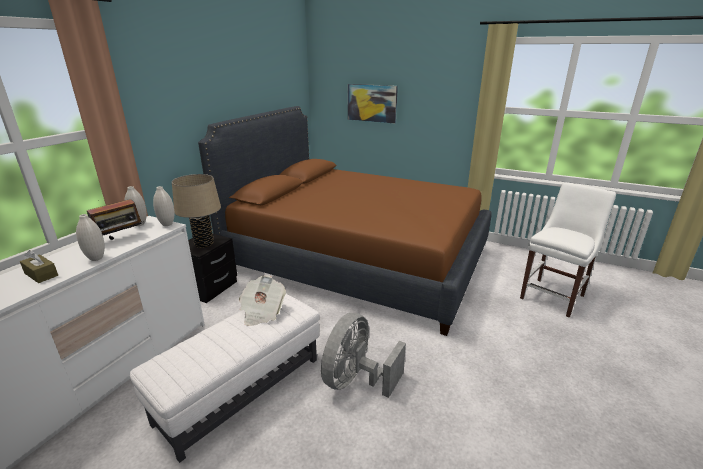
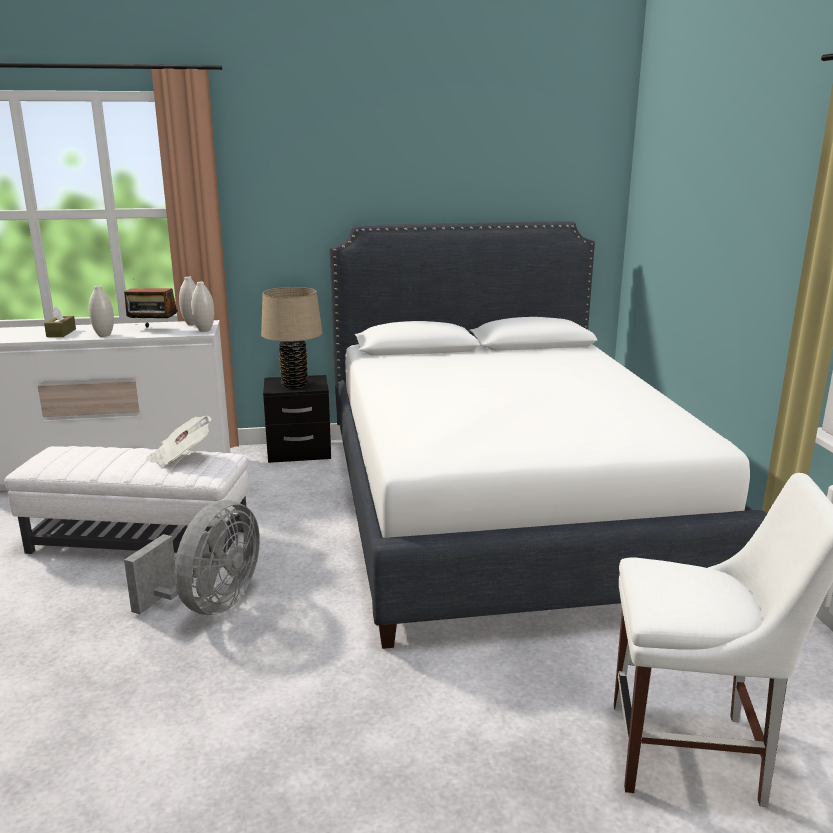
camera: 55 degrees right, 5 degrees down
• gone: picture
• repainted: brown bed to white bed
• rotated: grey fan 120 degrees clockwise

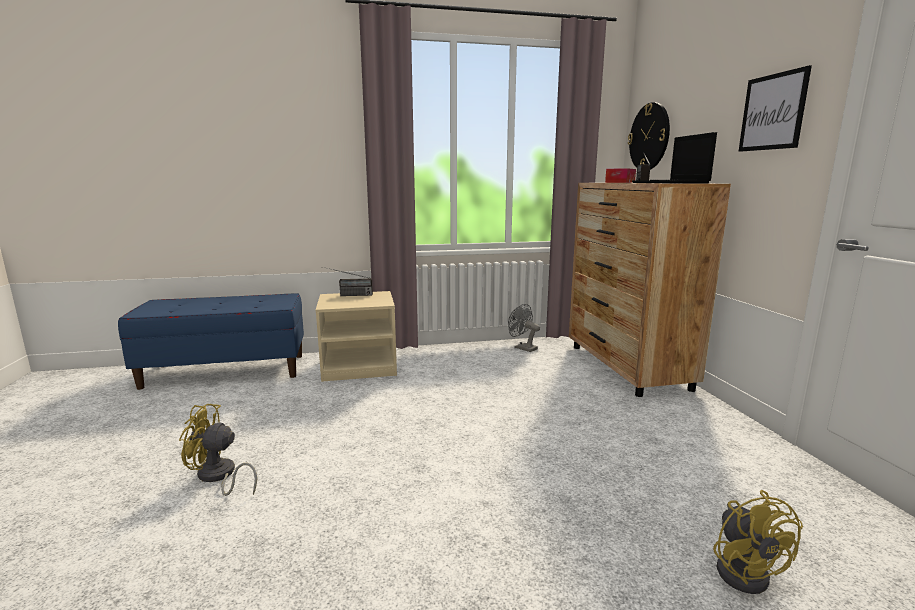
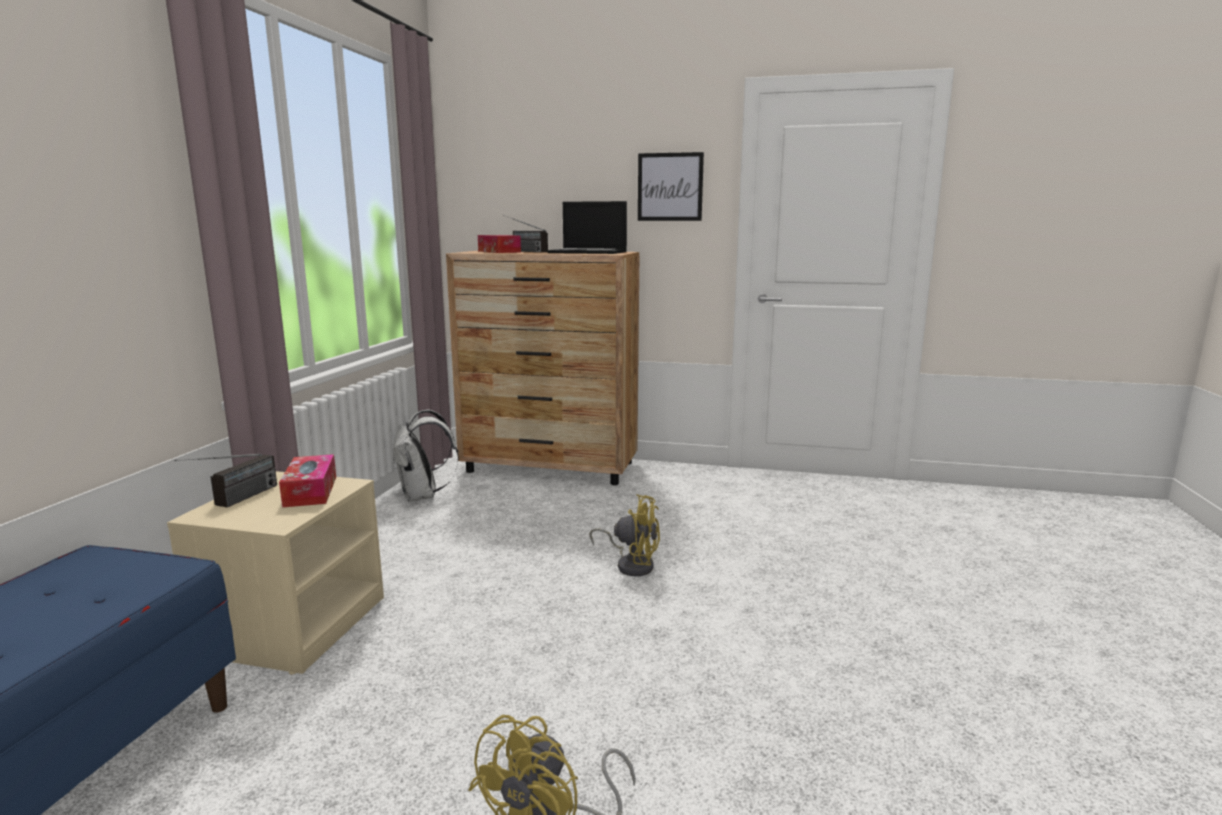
camera: 65 degrees left, 0 degrees up
• gone: wall clock
• new: tissue box (no. 1 from left)
• shifted: yellow fan (no. 2 from left)
• swapped: grey fan to white backpack

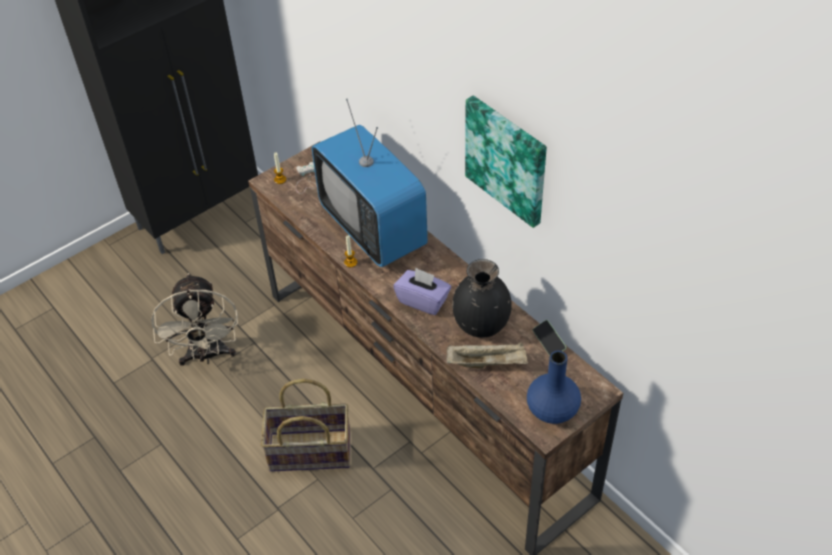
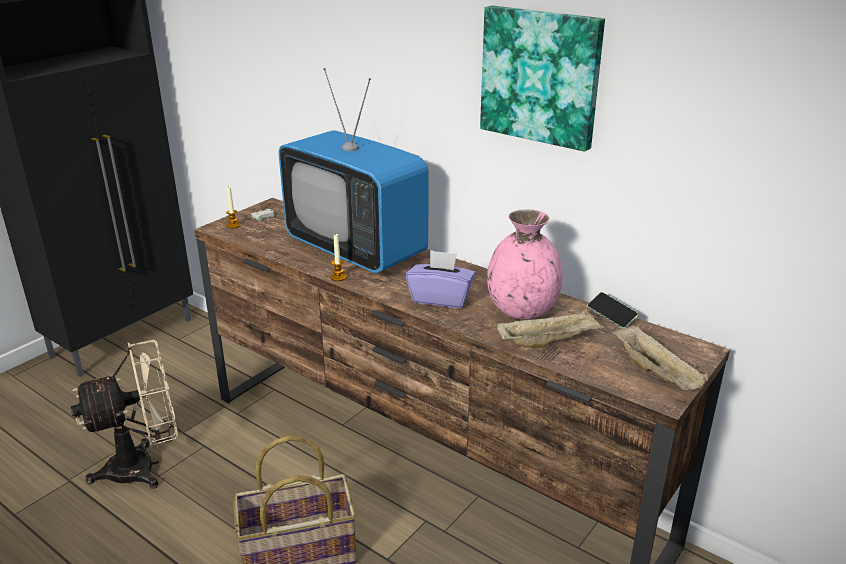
camera: 15 degrees left, 20 degrees down
• swapped: blue vase to beige tray (no. 2 from left)
• repainted: black vase to pink vase
• rotated: beige fan 90 degrees counterclockwise

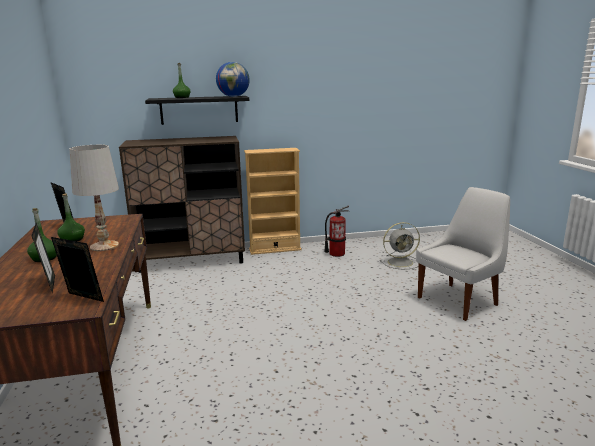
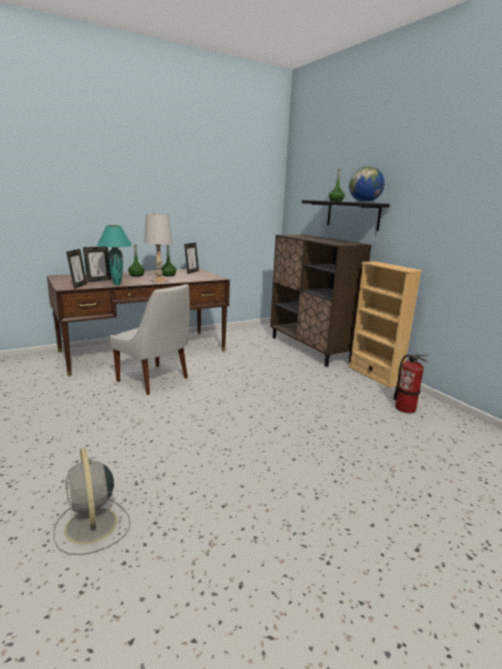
camera: 70 degrees right, 0 degrees up
• new: turquoise table lamp
• shifted: grey fan
• shifted: white chair

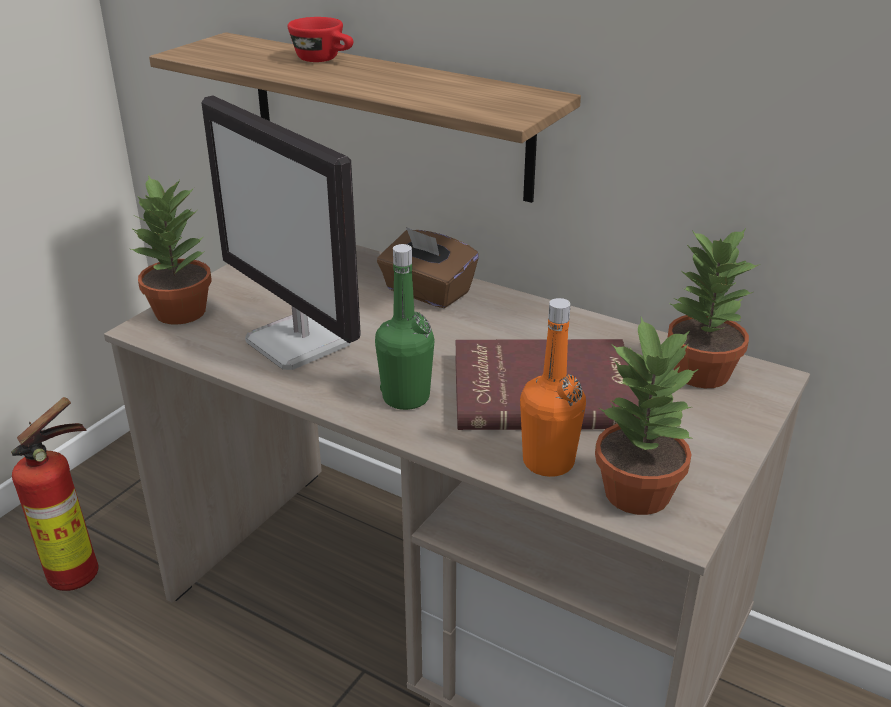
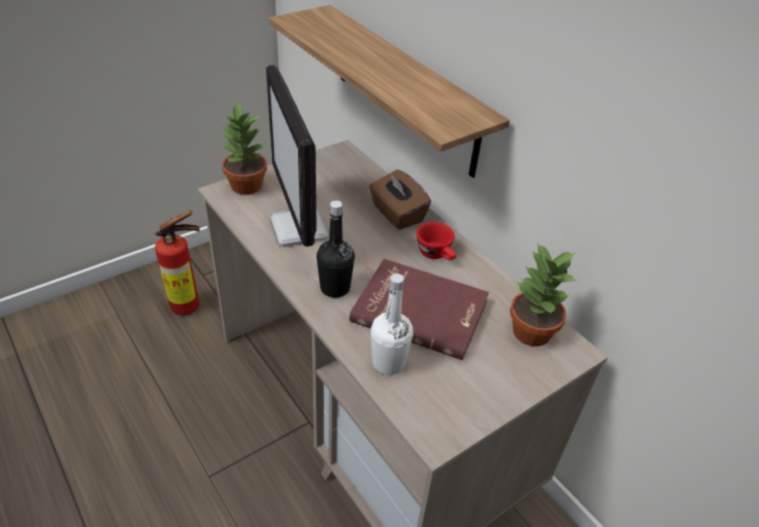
camera: 20 degrees right, 10 degrees up
• gone: potted plant (no. 2 from left)
• shifted: red cup
• repainted: green bottle to black bottle
• repainted: orange bottle to white bottle

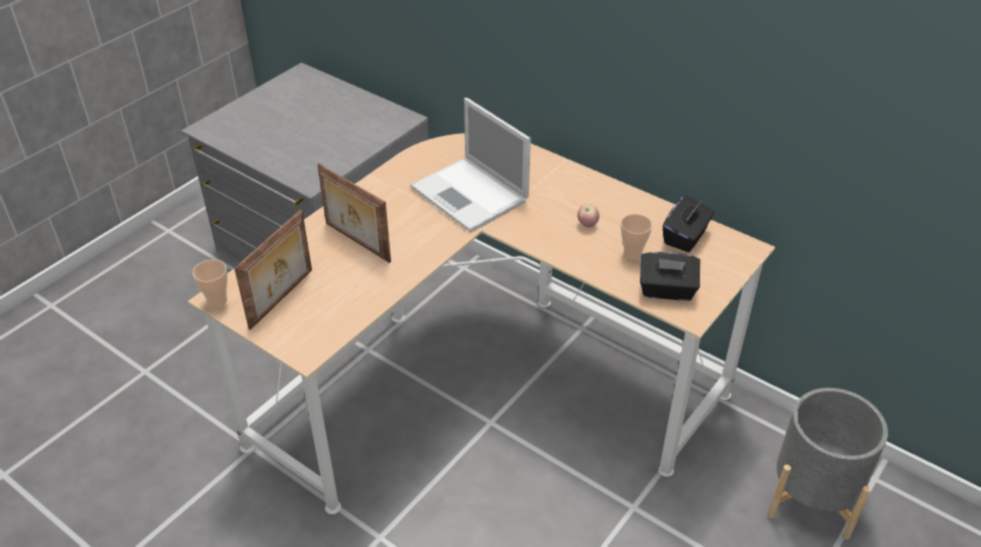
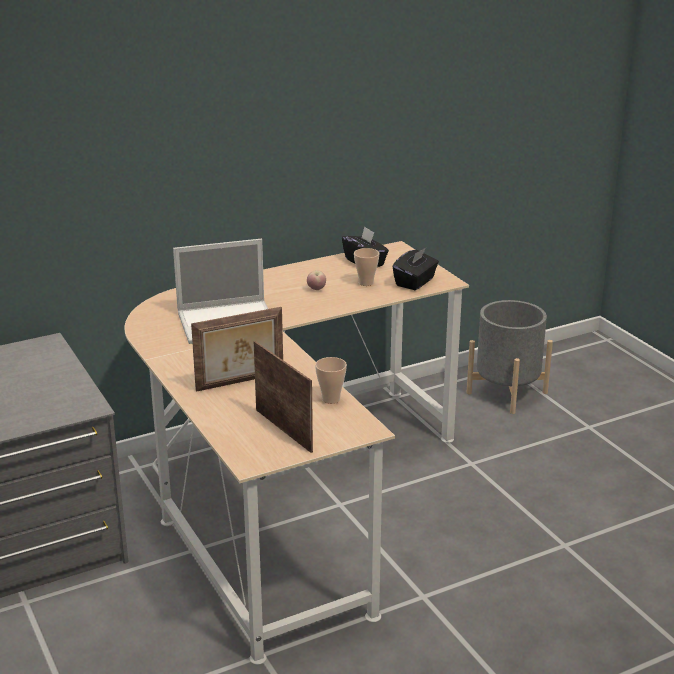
camera: 65 degrees left, 15 degrees down
• shifted: cup (no. 1 from left)

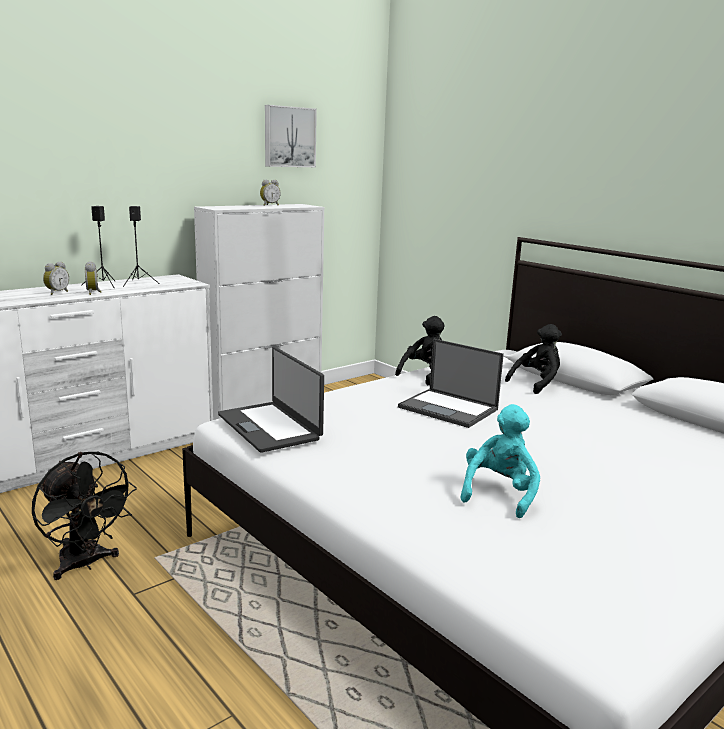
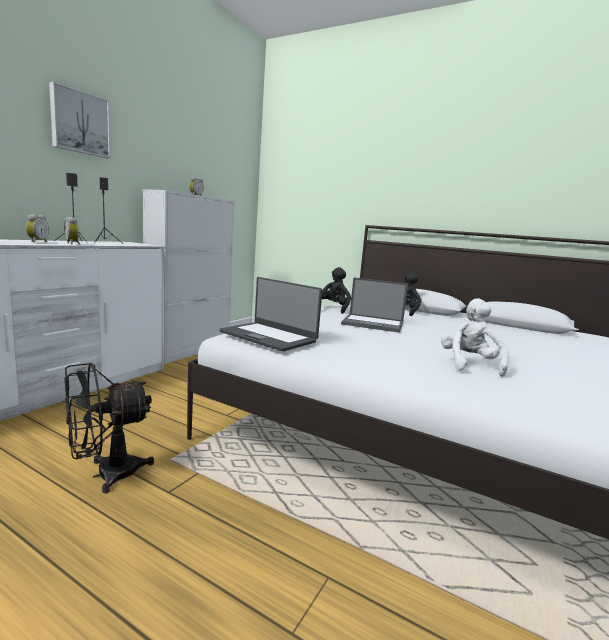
camera: 20 degrees left, 5 degrees down
• shifted: picture
• repainted: turquoise plush toy to white plush toy
• rotated: black fan 120 degrees clockwise

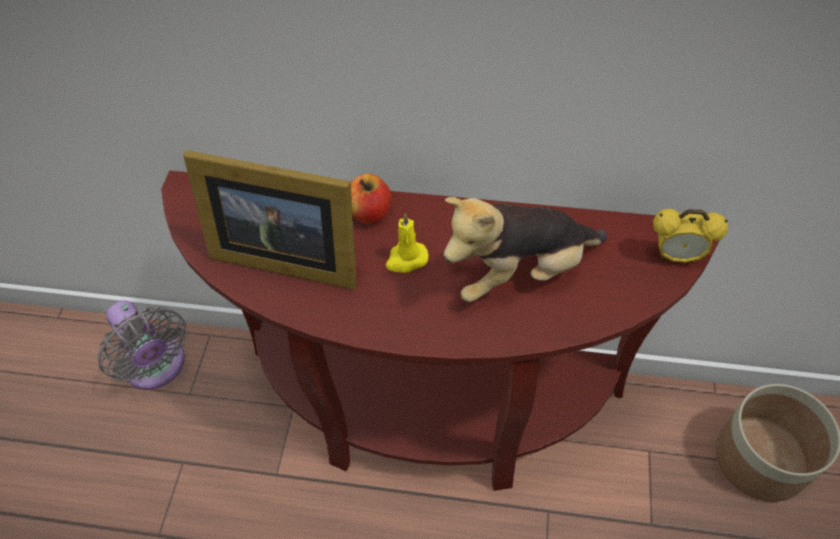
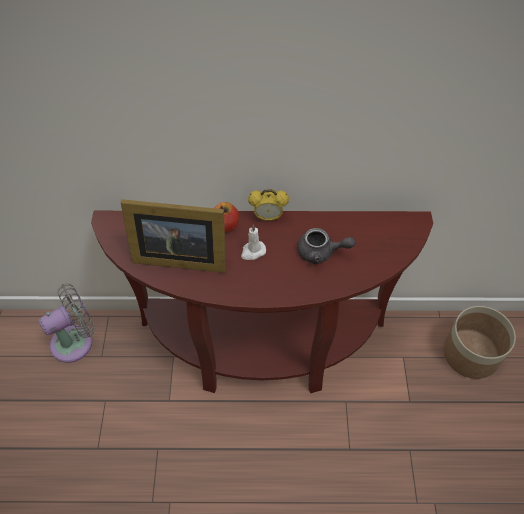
camera: 10 degrees left, 0 degrees up
• shifted: alarm clock
• swapped: plush toy to grey teapot
• repainted: yellow candle to white candle
• rotated: grey fan 75 degrees counterclockwise

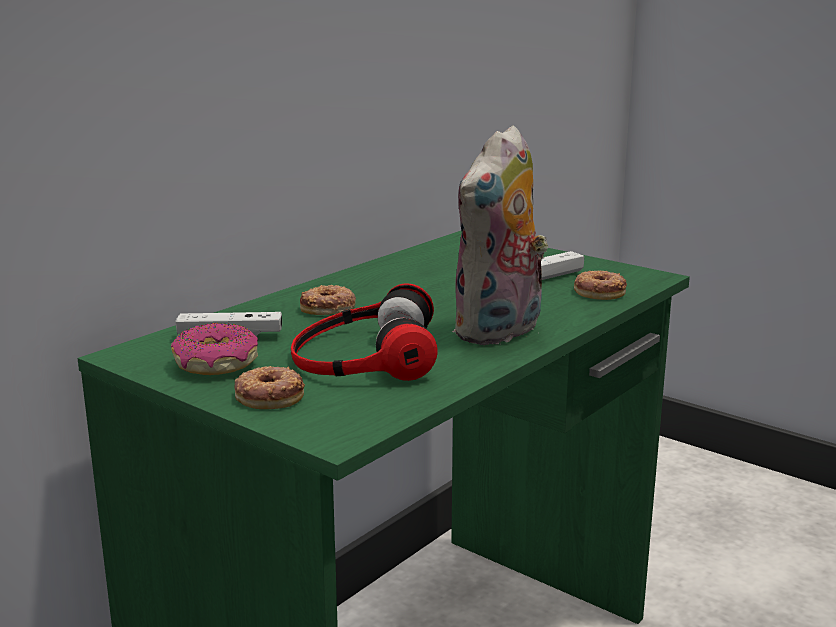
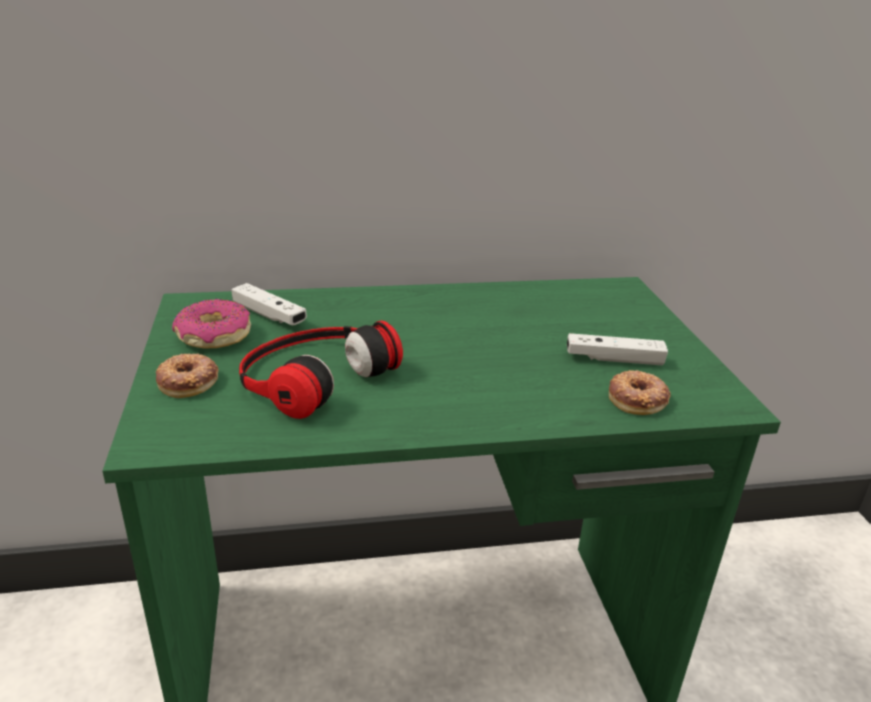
camera: 40 degrees right, 10 degrees up
• gone: donut (no. 3 from left)
• gone: plush toy

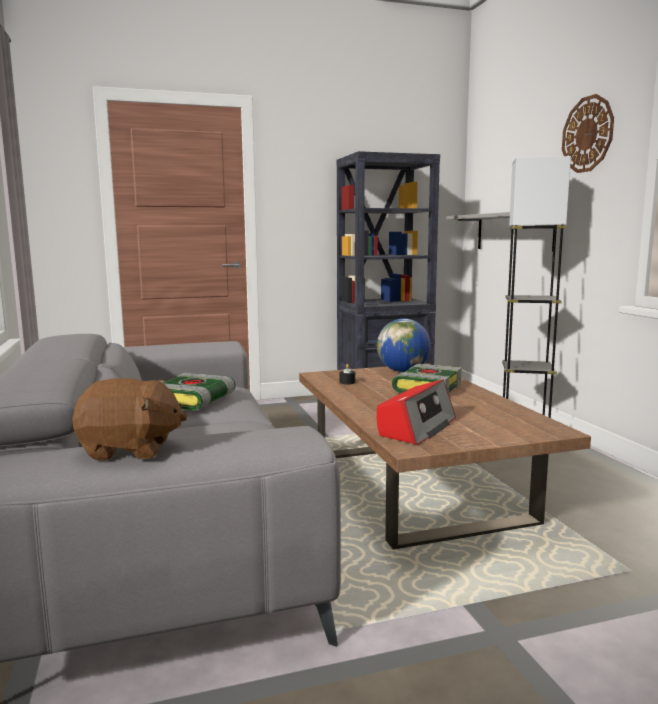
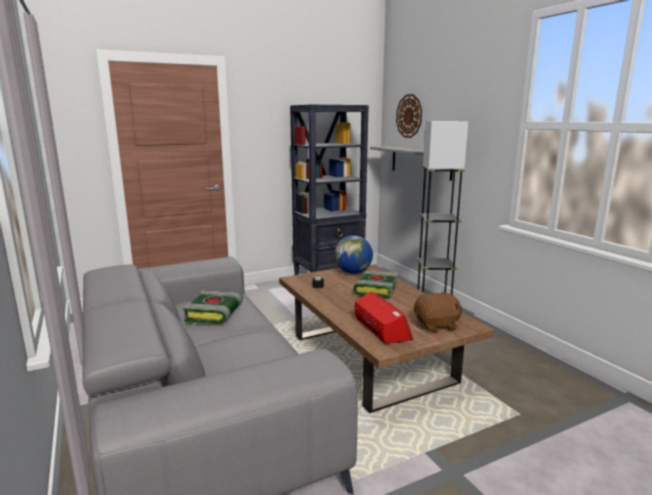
camera: 10 degrees left, 5 degrees up
• shifted: brown plush toy
• shifted: wall clock
• rotated: radio 45 degrees counterclockwise

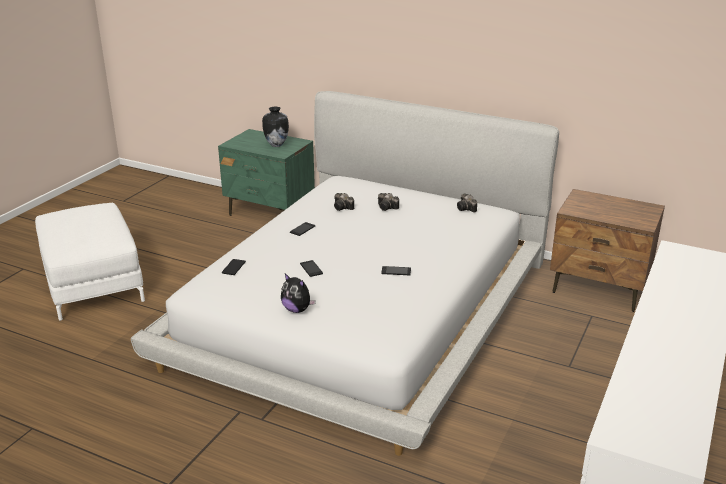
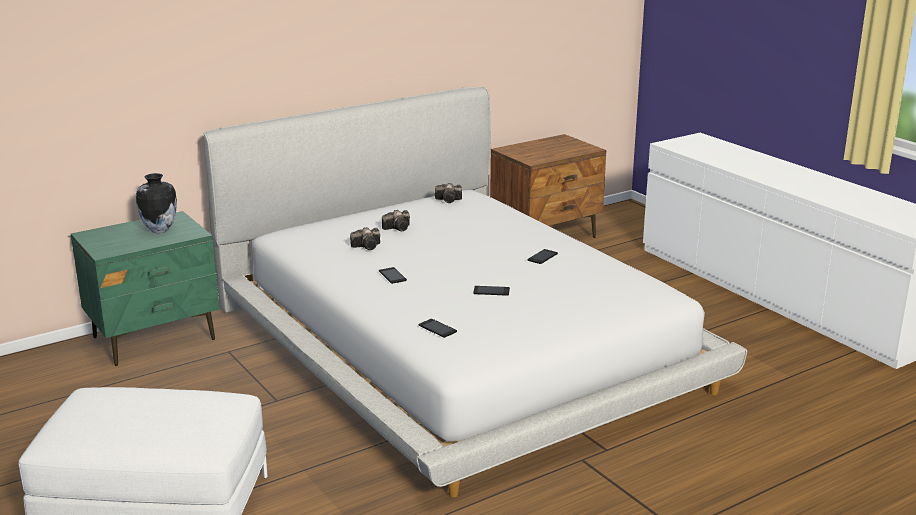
camera: 60 degrees left, 5 degrees down
• gone: plush toy

